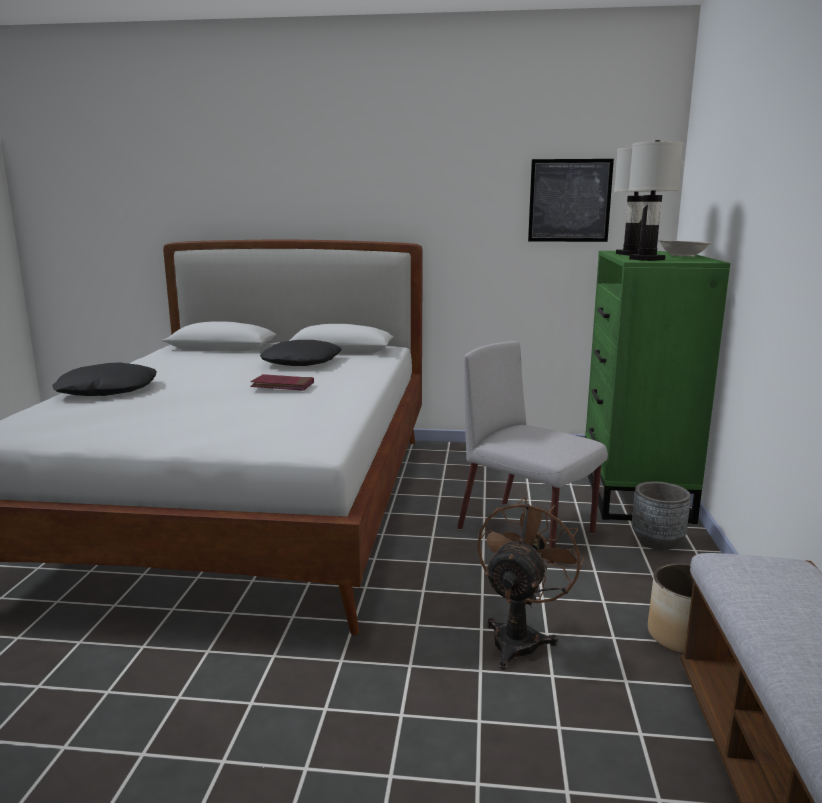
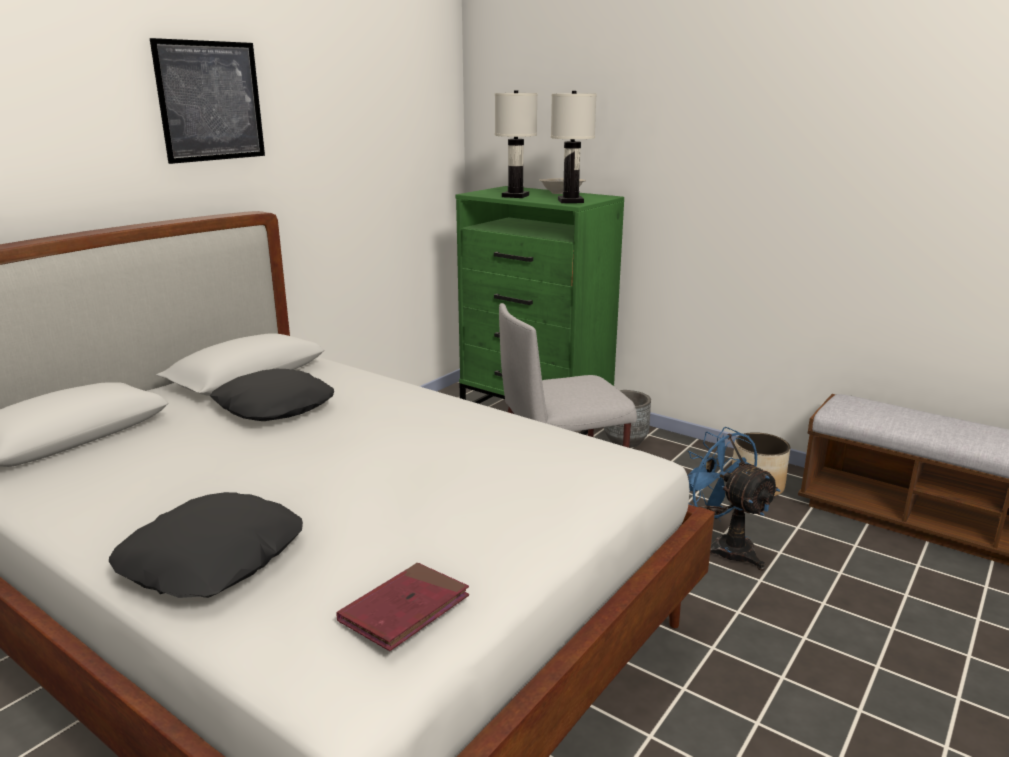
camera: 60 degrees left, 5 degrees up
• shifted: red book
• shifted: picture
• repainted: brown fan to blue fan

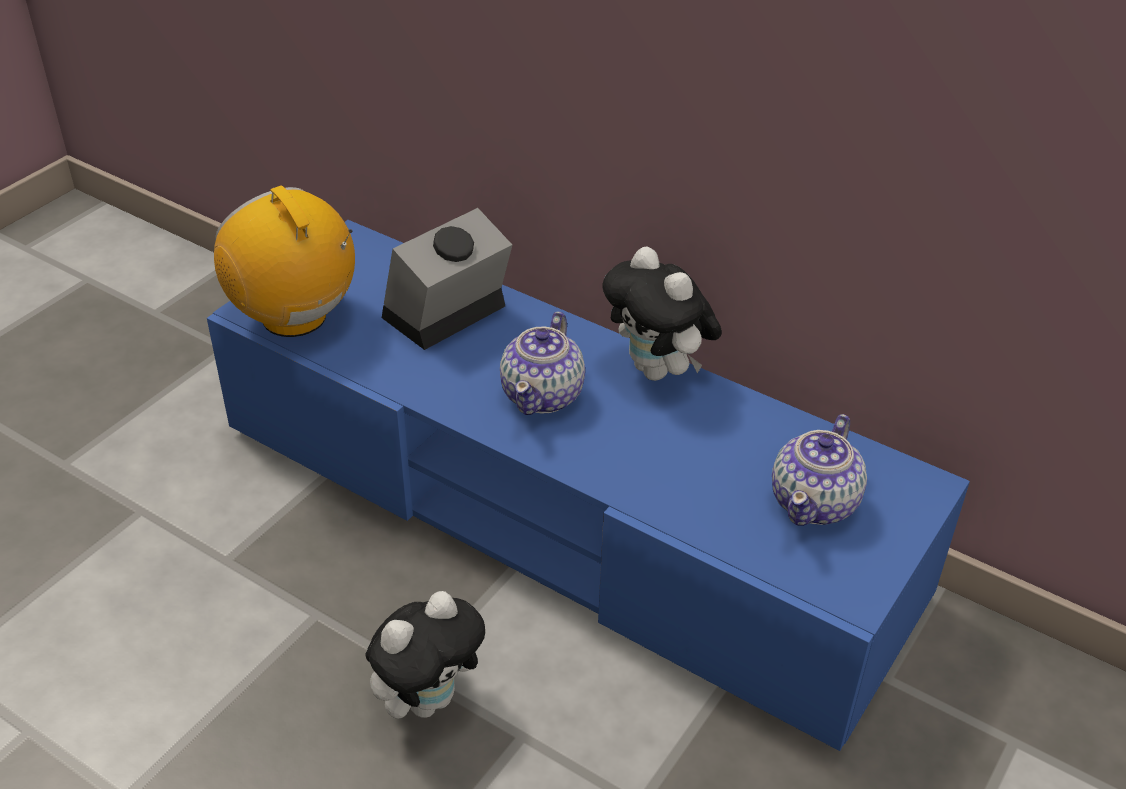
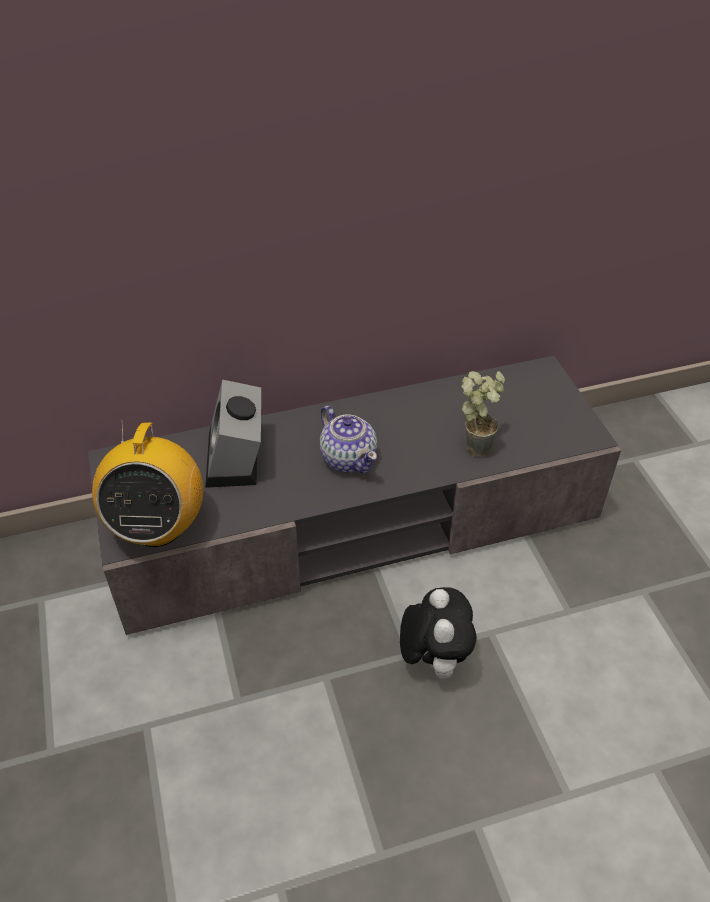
camera: 50 degrees left, 5 degrees up
• gone: plush toy (no. 2 from left)
• gone: teapot (no. 2 from left)
• new: potted plant
• repainted: blue tv stand to grey tv stand
• rotated: radio 90 degrees counterclockwise

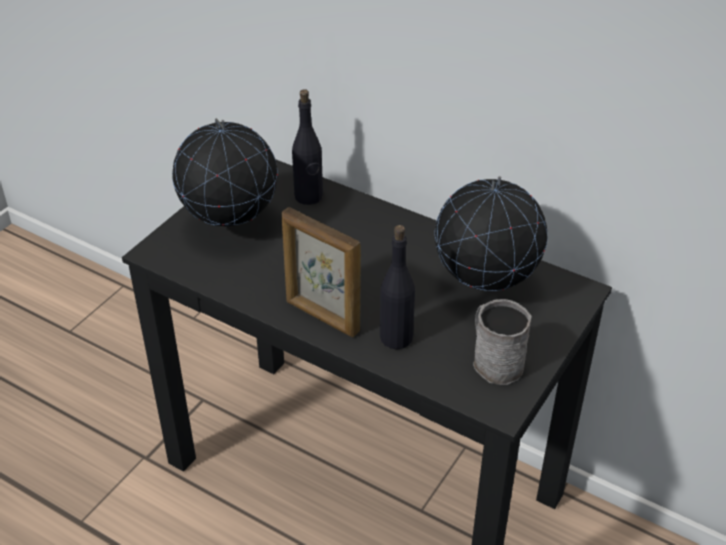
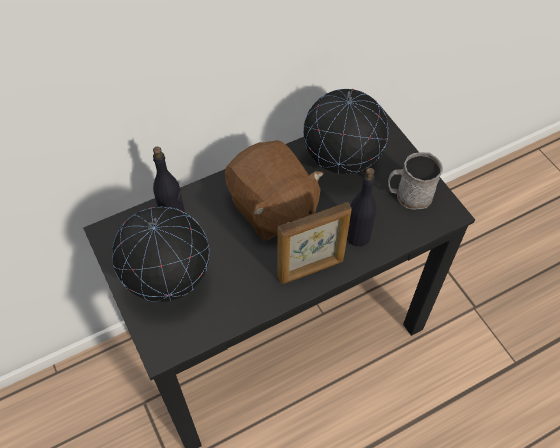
camera: 60 degrees left, 15 degrees up
• new: brown plush toy

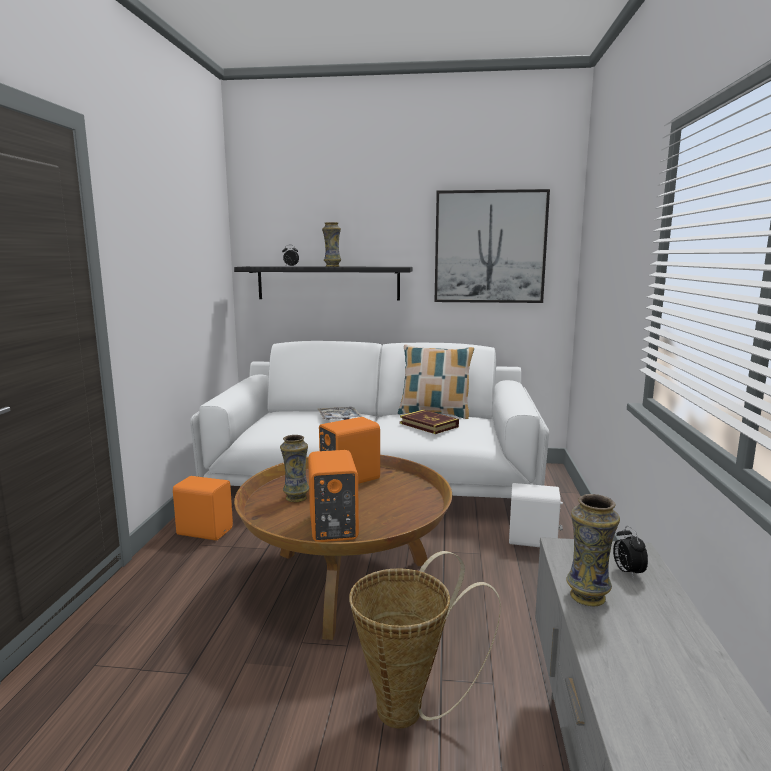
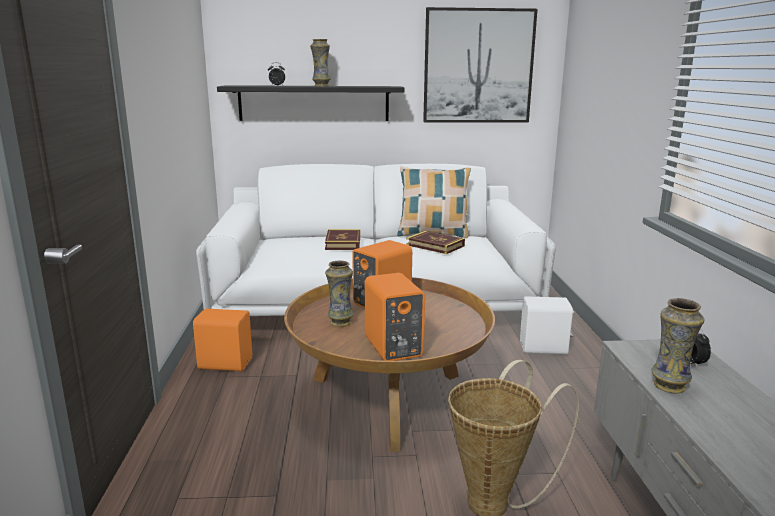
camera: 10 degrees left, 5 degrees up
• swapped: tray to book (no. 1 from left)

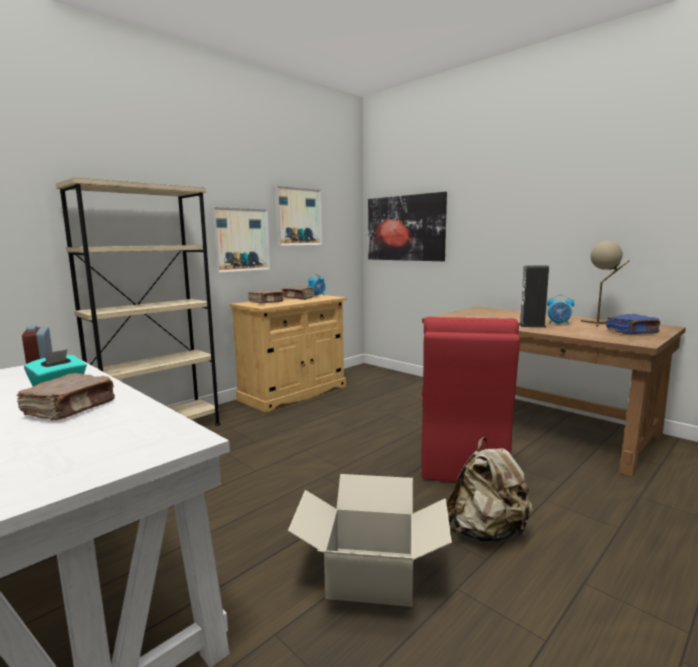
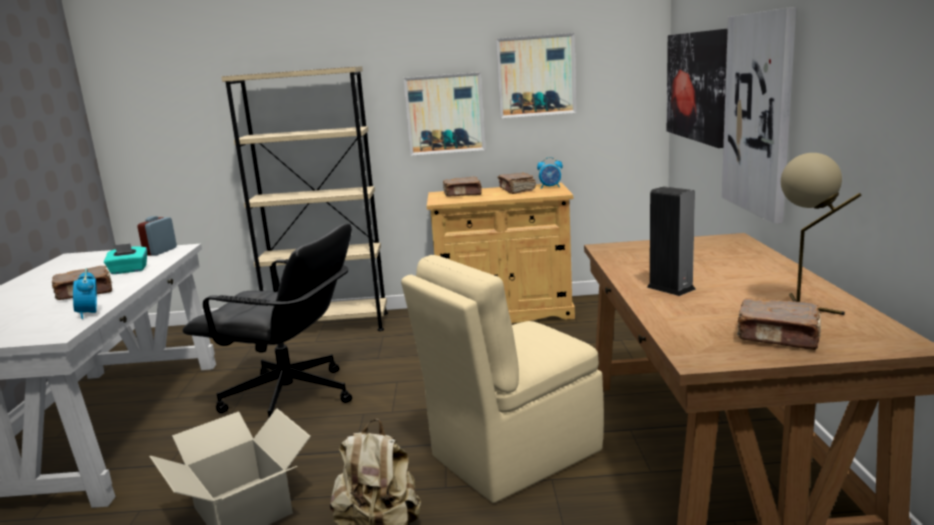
camera: 45 degrees right, 5 degrees up
• new: black office chair
• new: picture (no. 4 from left)
• shifted: alarm clock (no. 3 from left in the first image) to alarm clock (no. 1 from left)
• repainted: red chair to beige chair
• repainted: blue book to brown book (no. 4 from left)

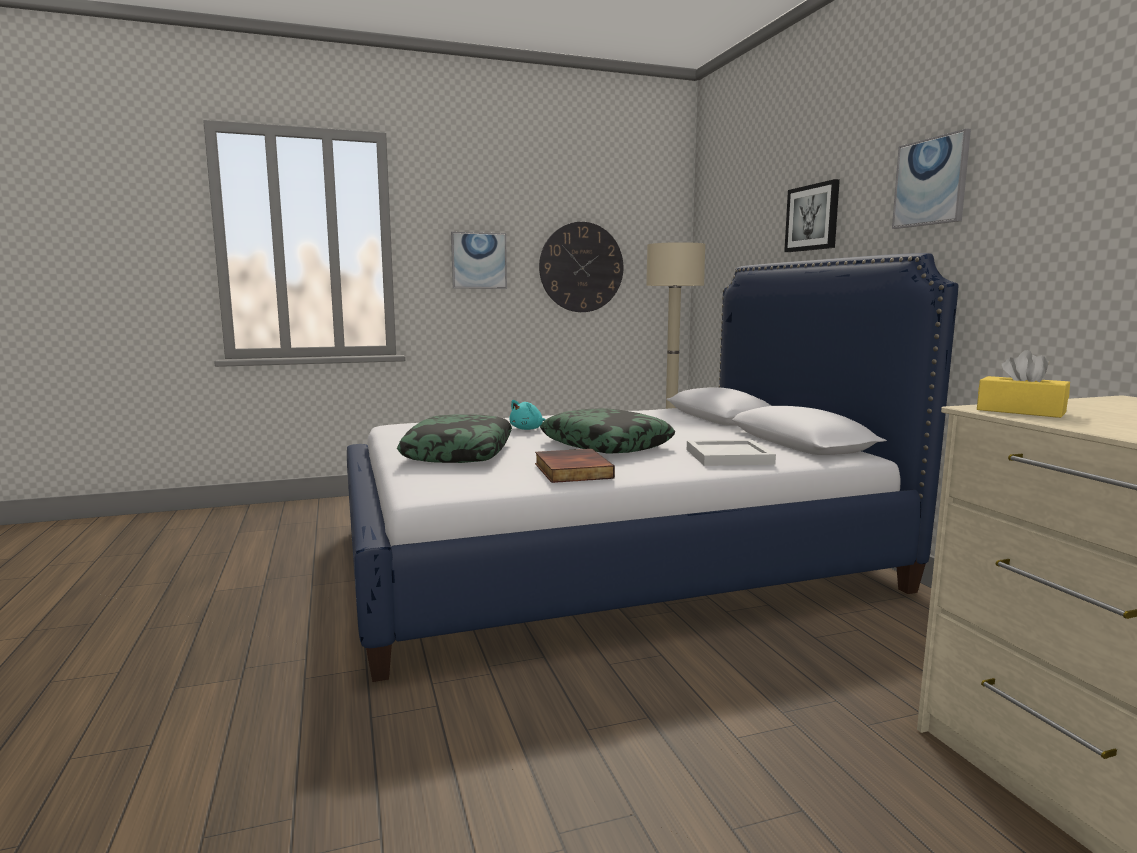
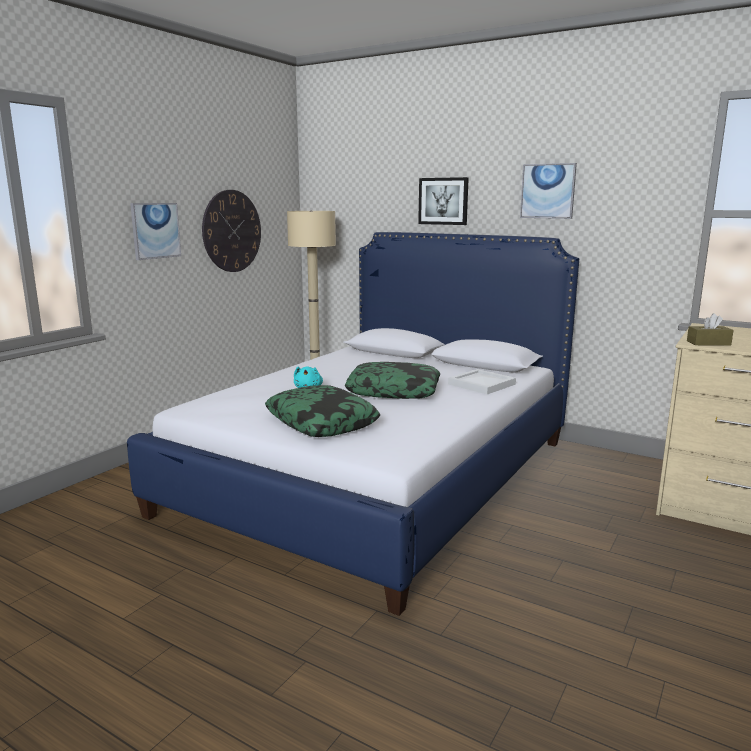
camera: 40 degrees left, 5 degrees up
• gone: book
• repainted: yellow tissue box to brown tissue box

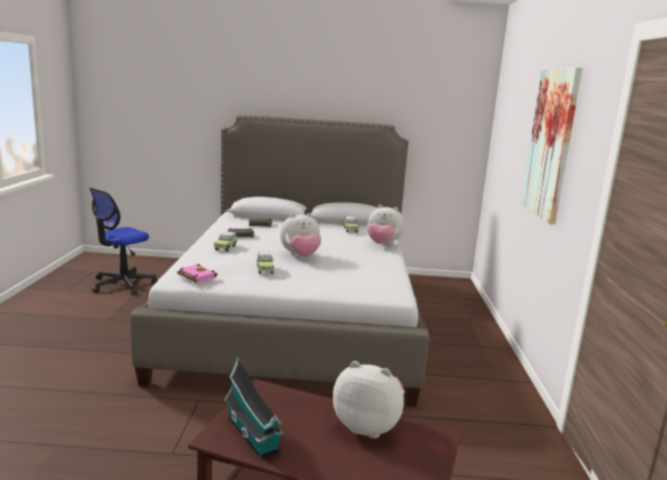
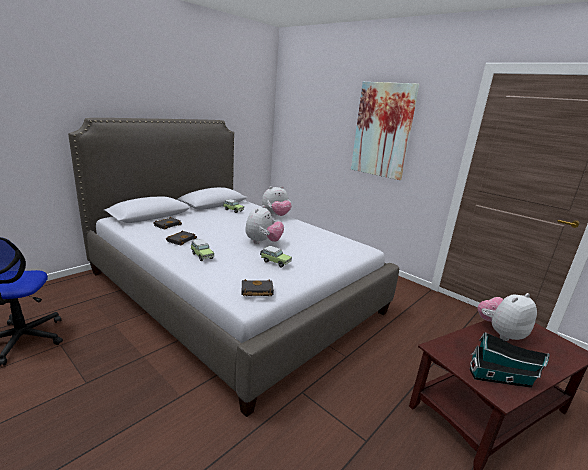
camera: 50 degrees left, 5 degrees up
• repainted: pink book to black book (no. 3 from left)

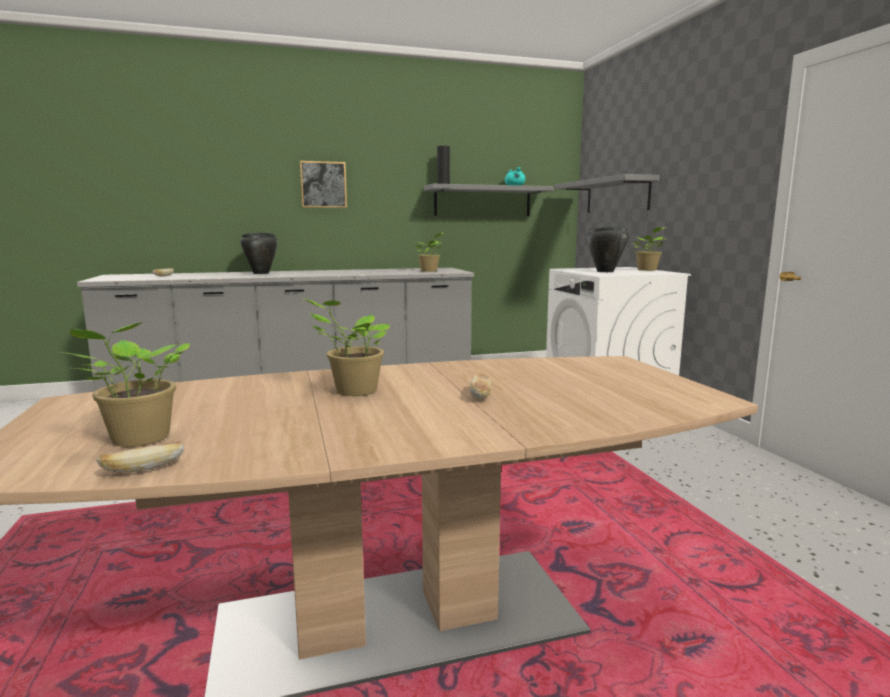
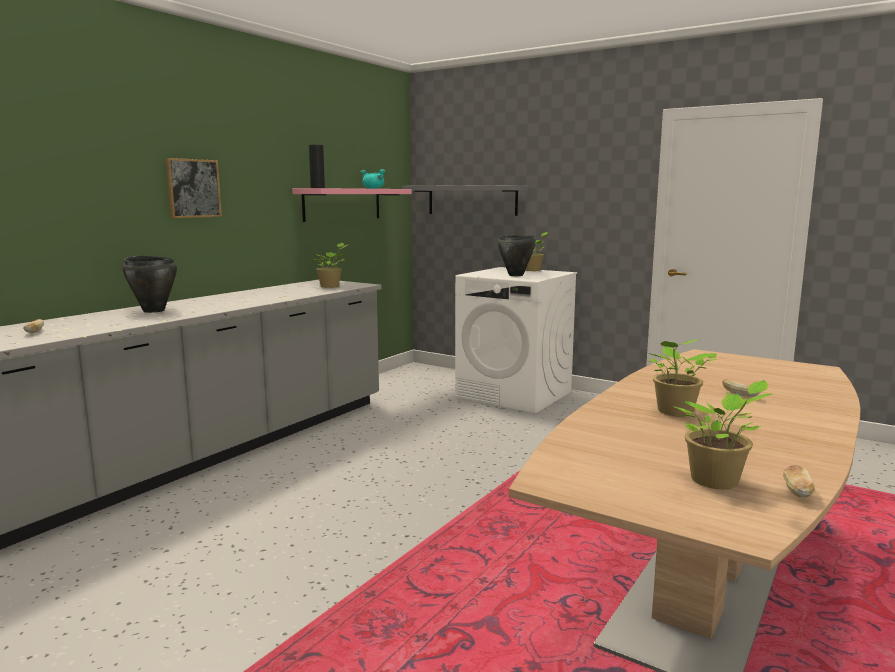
camera: 40 degrees left, 0 degrees up
• repainted: grey shelf (no. 1 from left) to pink shelf

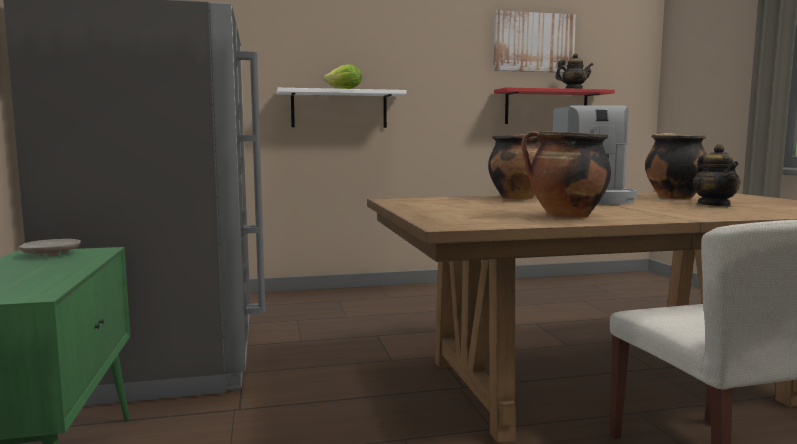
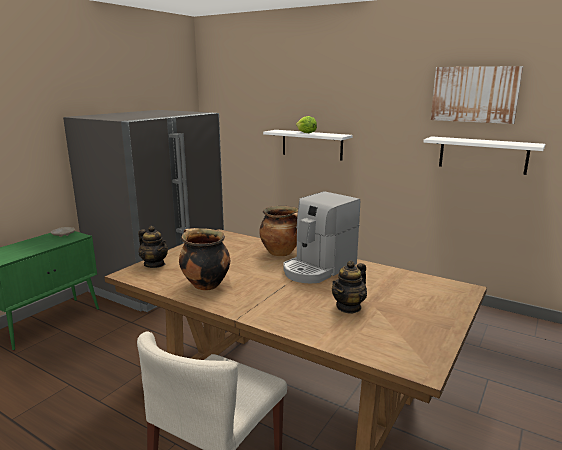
camera: 45 degrees right, 10 degrees up
• gone: cooking pot (no. 3 from left)
• shifted: teapot (no. 1 from left)
• repainted: red shelf to white shelf (no. 2 from left)

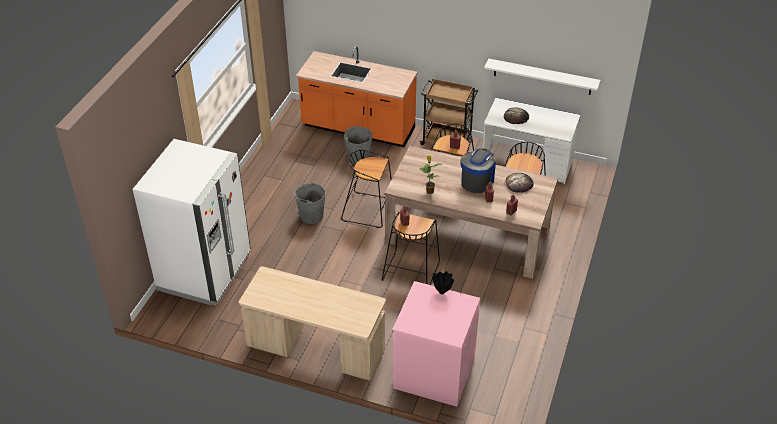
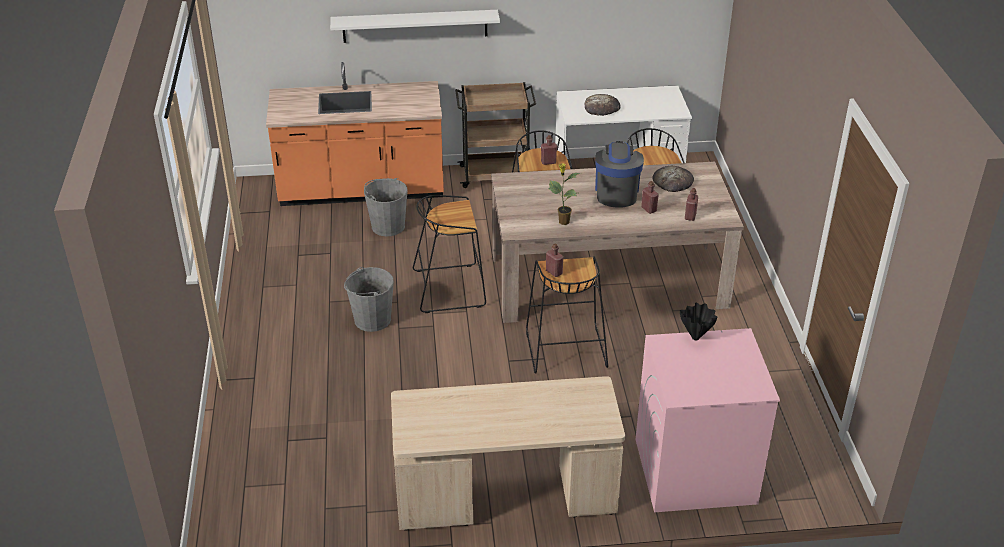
camera: 25 degrees left, 5 degrees down
• gone: white fridge
• shifted: white shelf

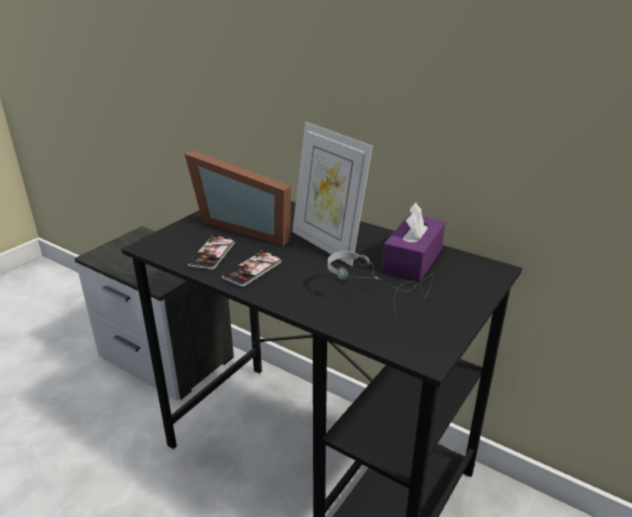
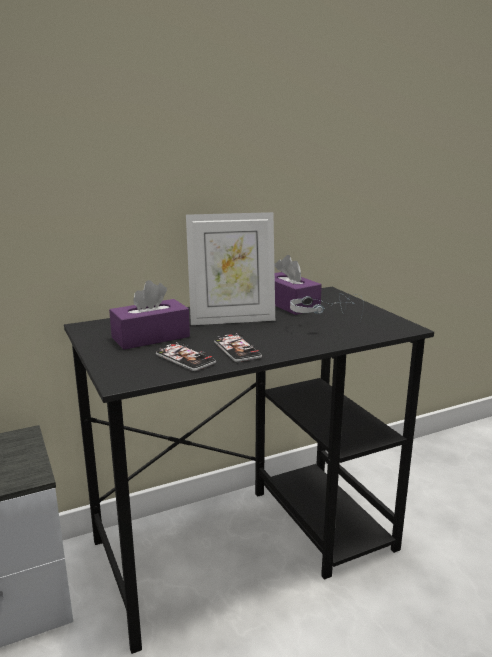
camera: 60 degrees left, 10 degrees down
• swapped: picture frame (no. 1 from left) to purple tissue box (no. 1 from left)

